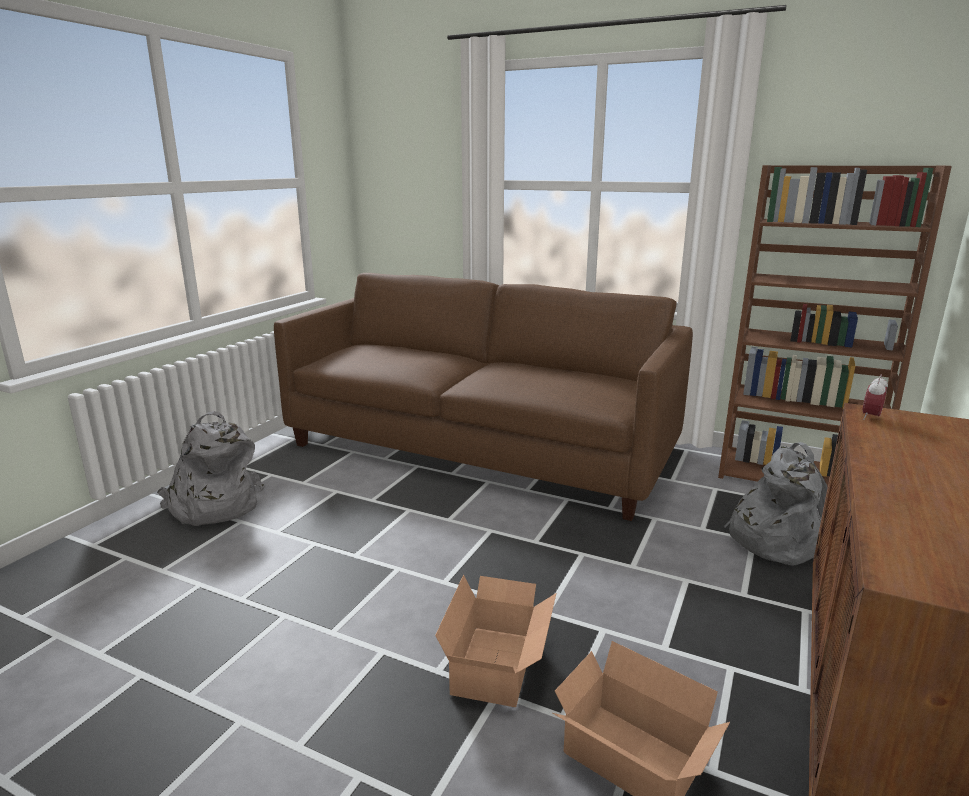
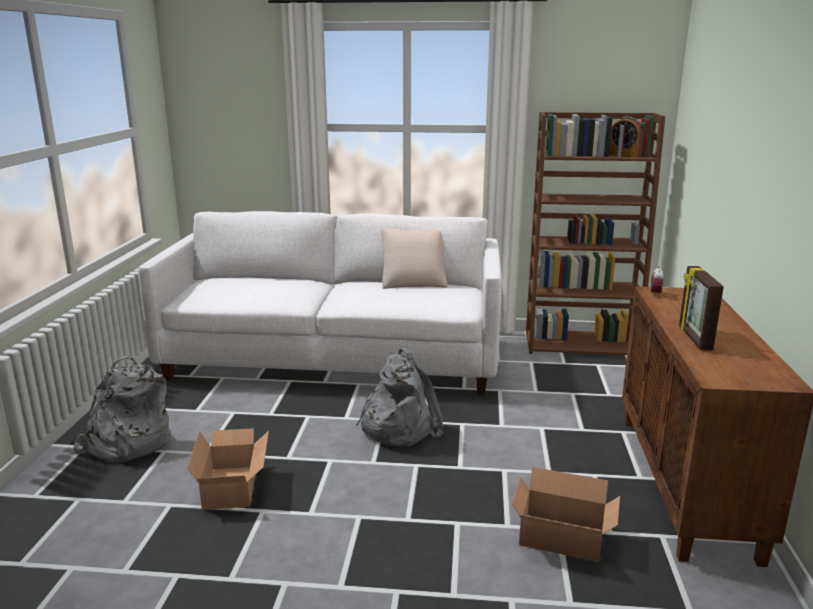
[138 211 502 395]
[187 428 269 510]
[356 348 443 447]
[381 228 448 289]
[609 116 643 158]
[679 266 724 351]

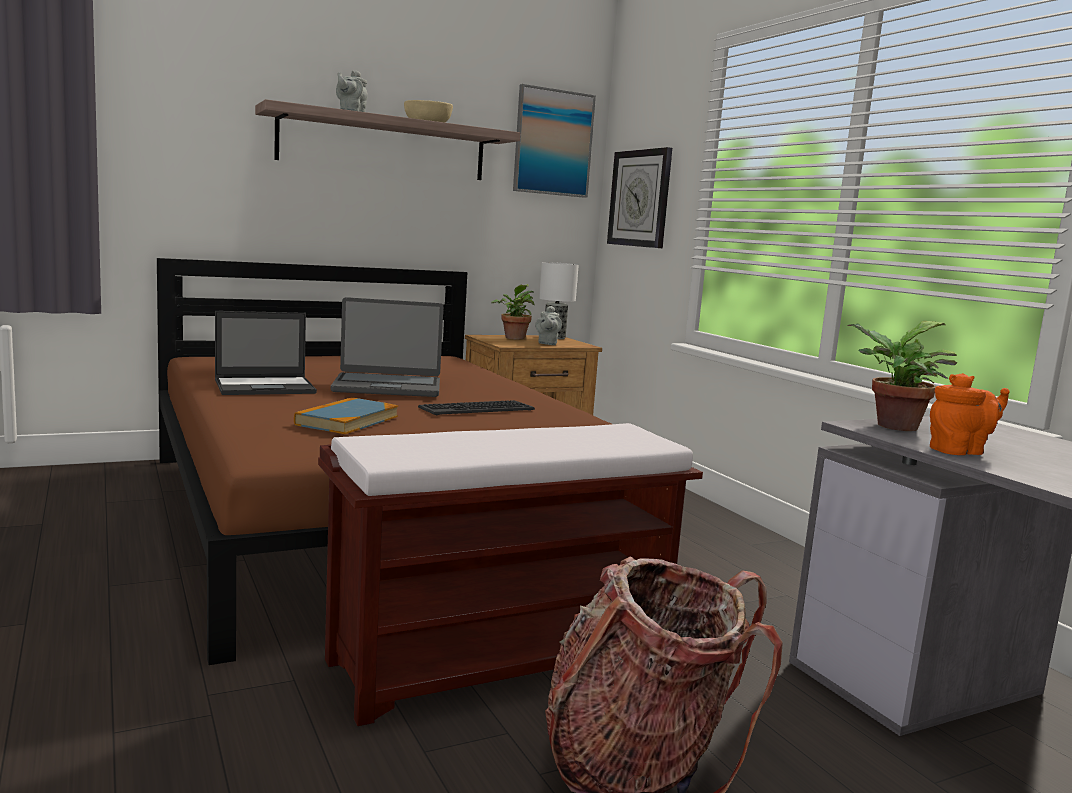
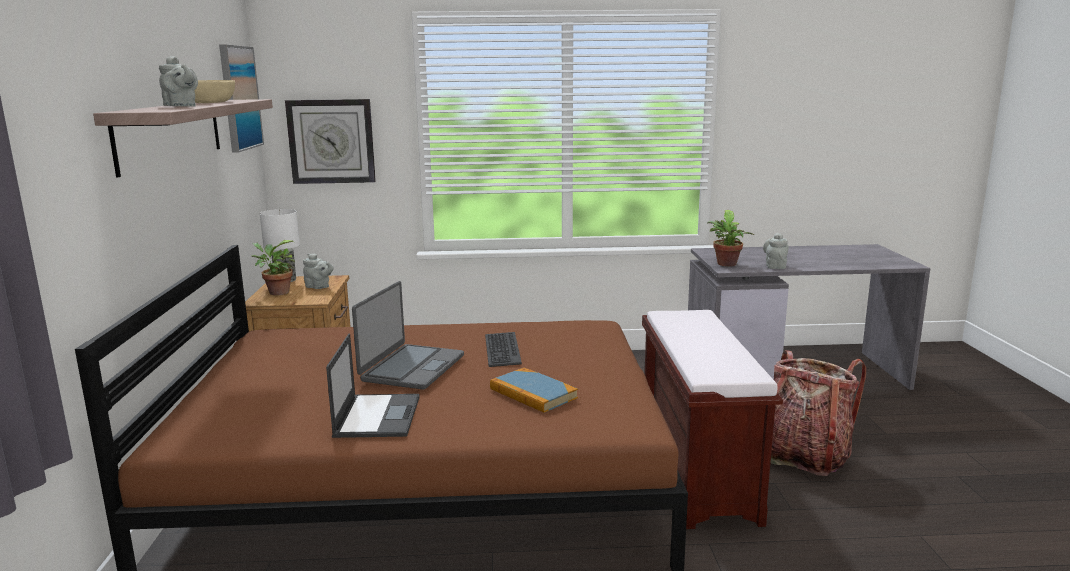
[763 233 789 269]

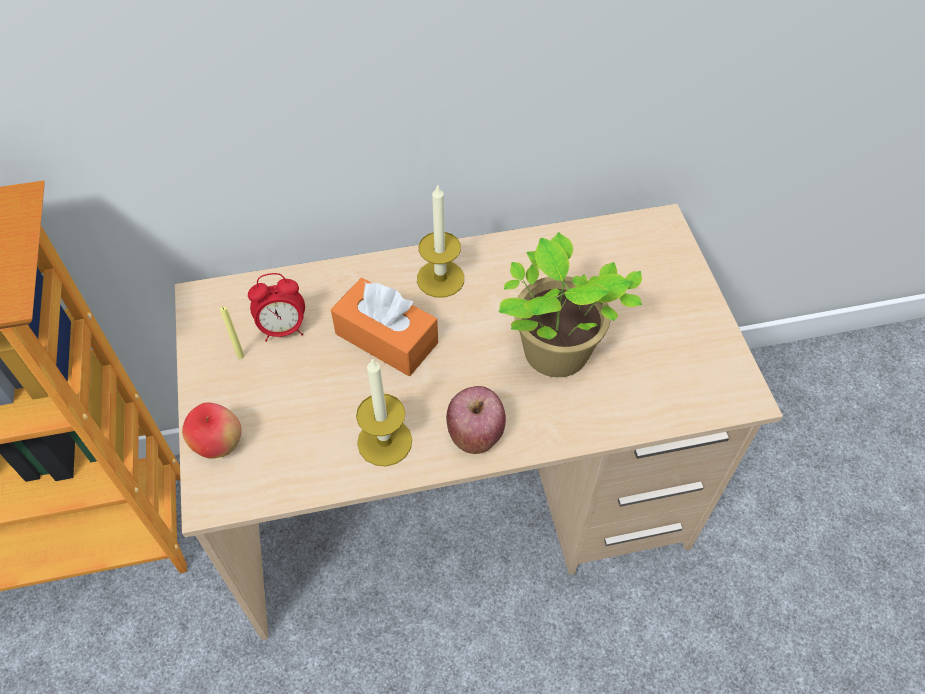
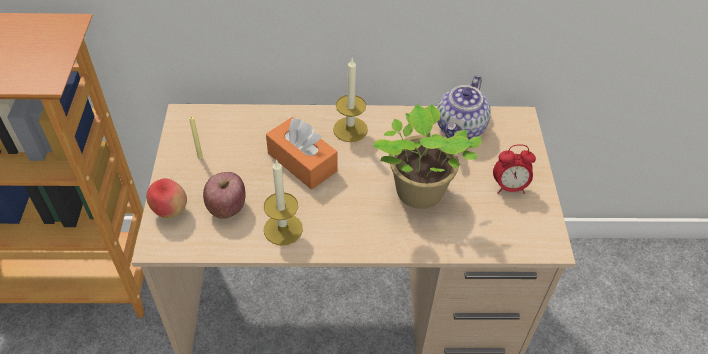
[493 144 536 194]
[203 172 245 219]
[437 75 491 139]

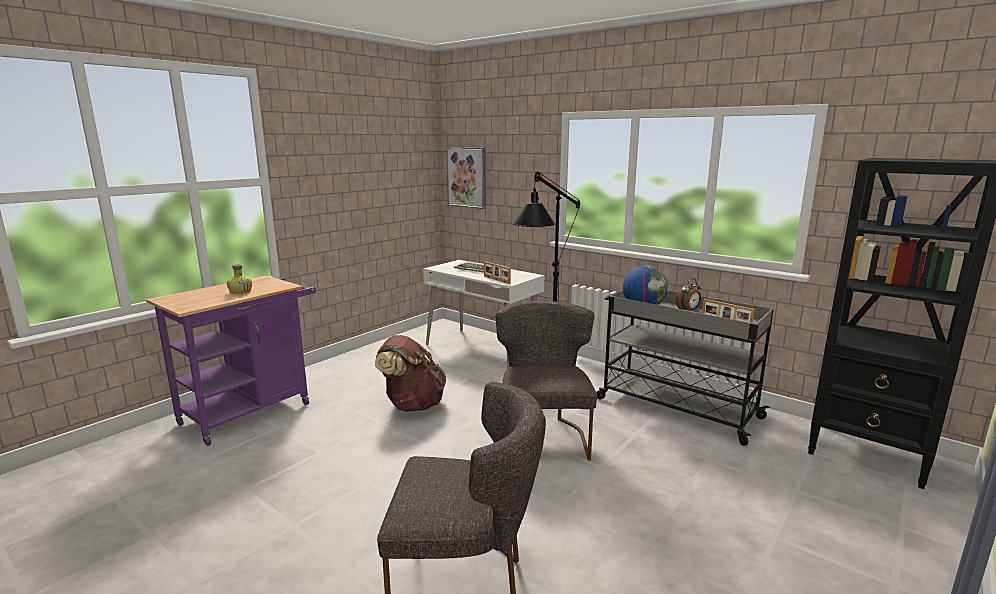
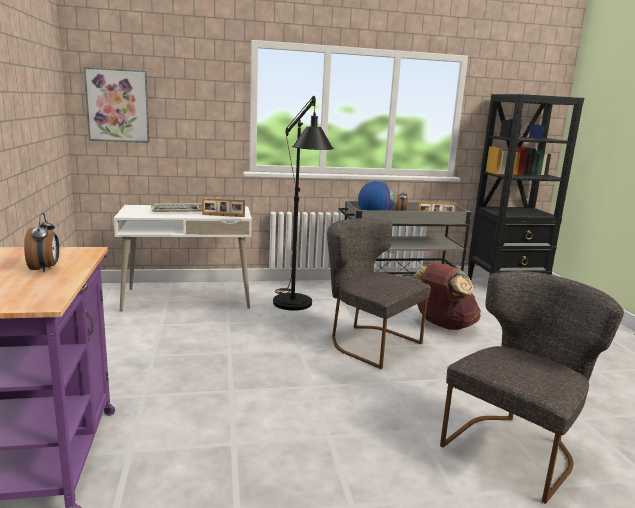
[24 213 59 272]
[412 262 481 330]

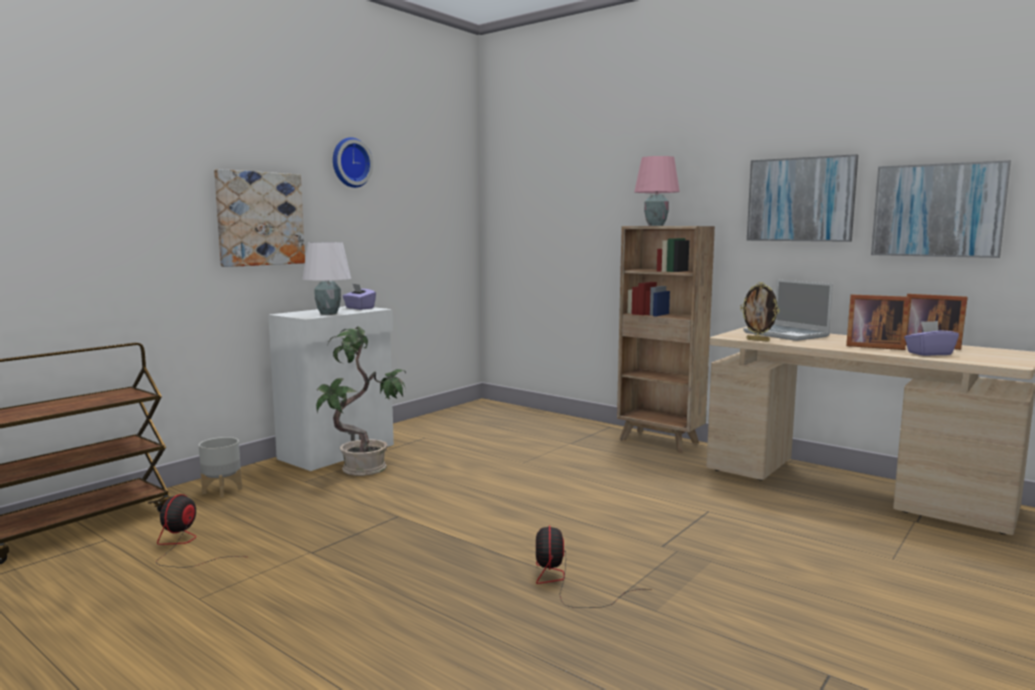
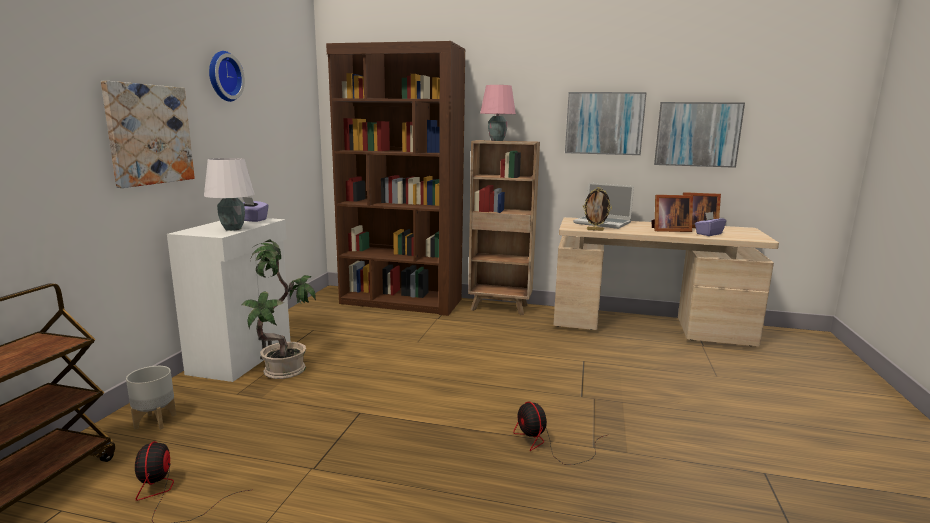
[326 41 465 316]

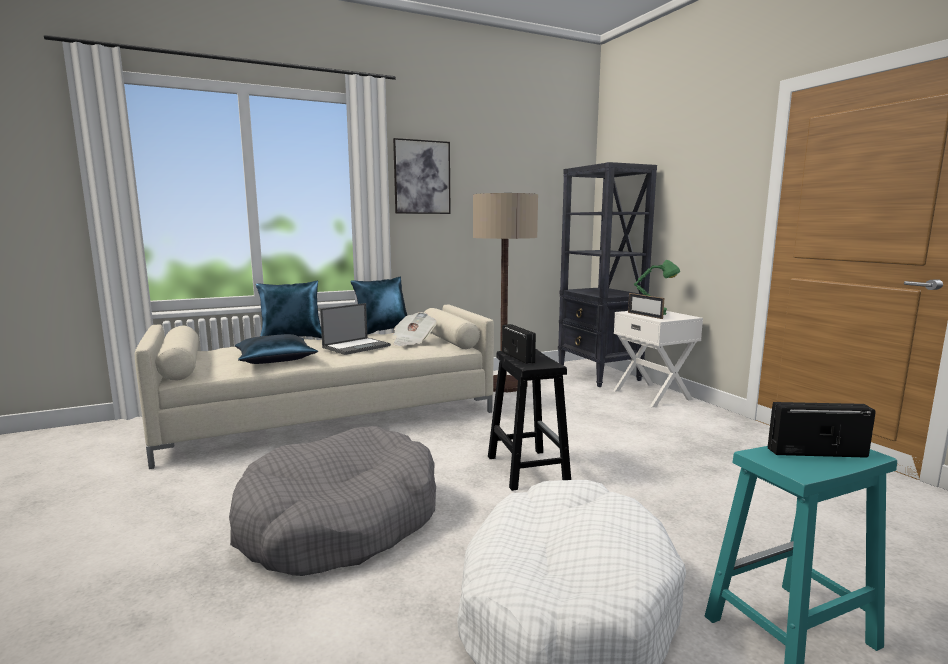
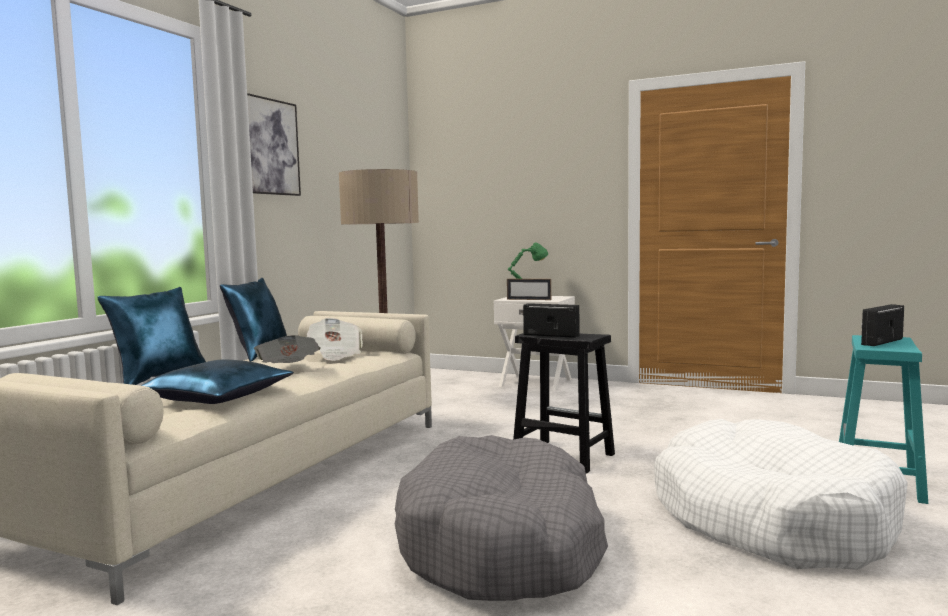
[253 335 321 363]
[558 162 657 387] (first image)

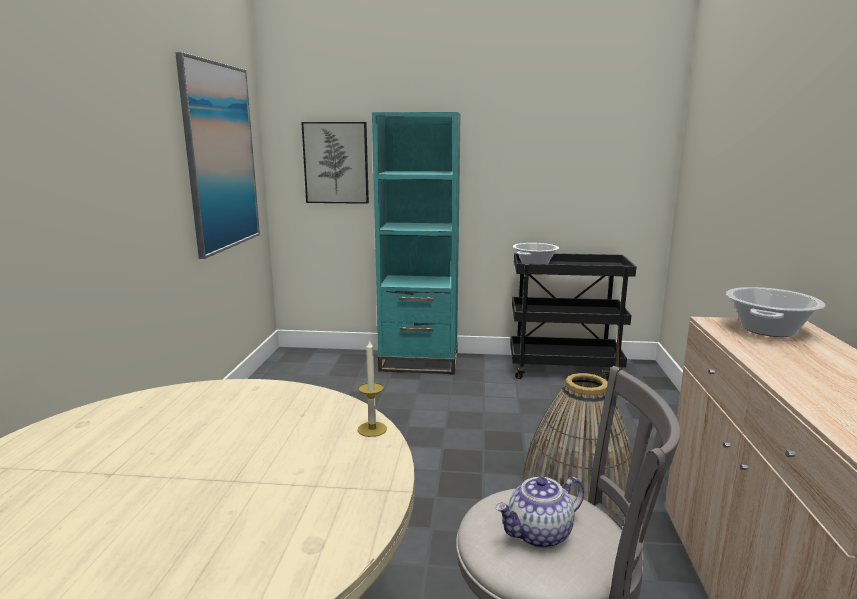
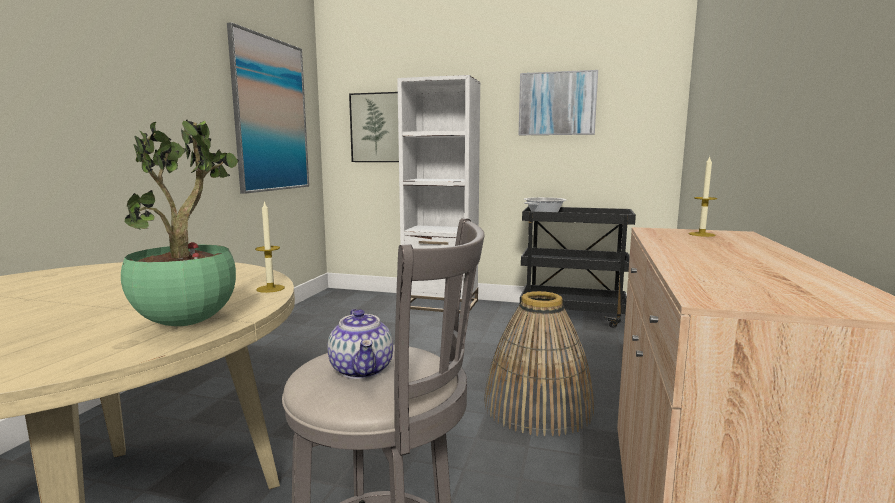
[397 75 481 313]
[327 309 393 379]
[689 157 717 237]
[121 120 239 326]
[519 70 598 135]

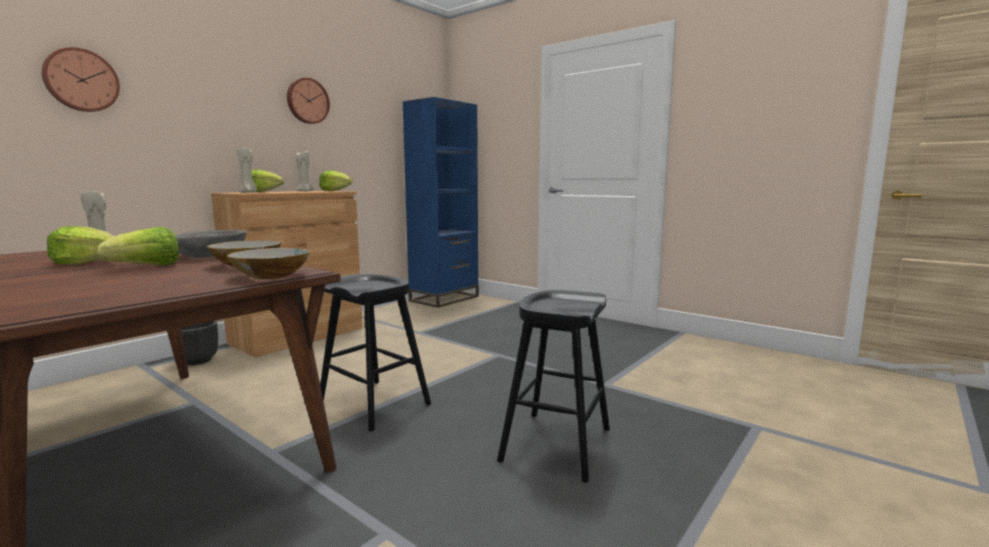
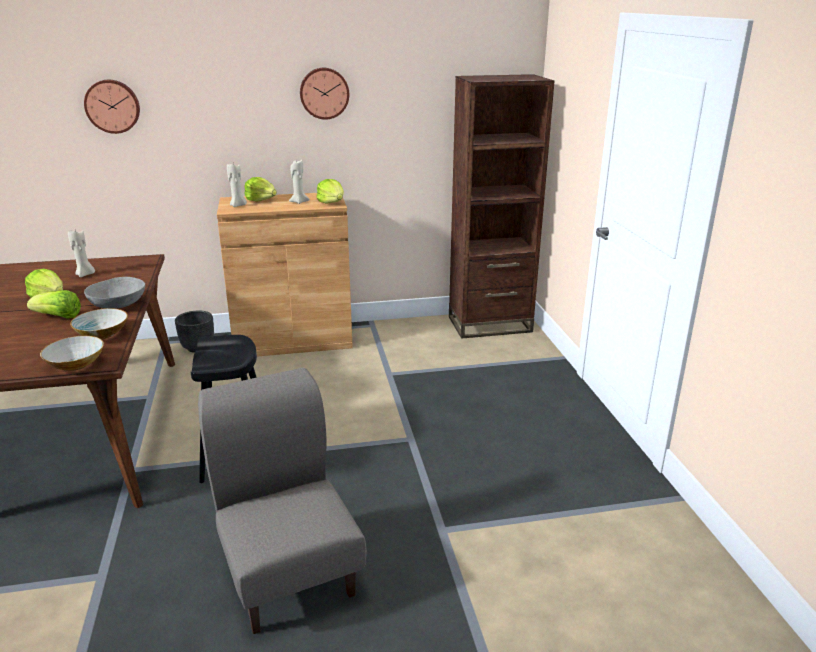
[449 74 555 339]
[198 368 367 634]

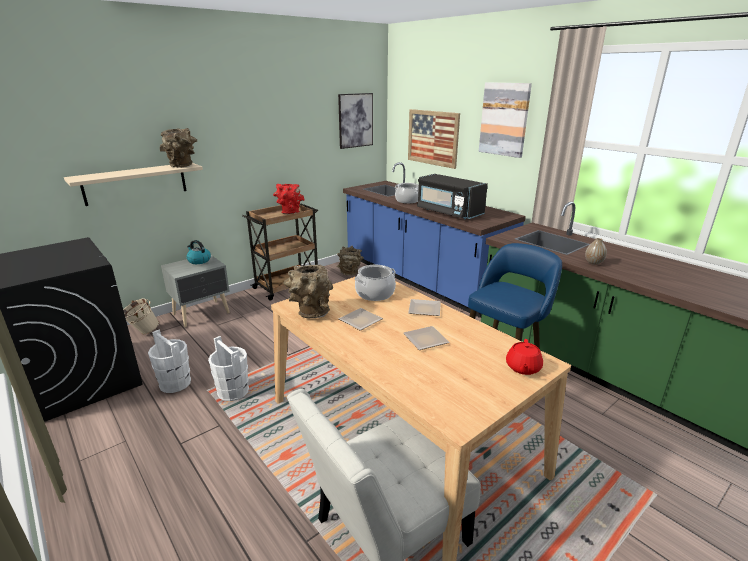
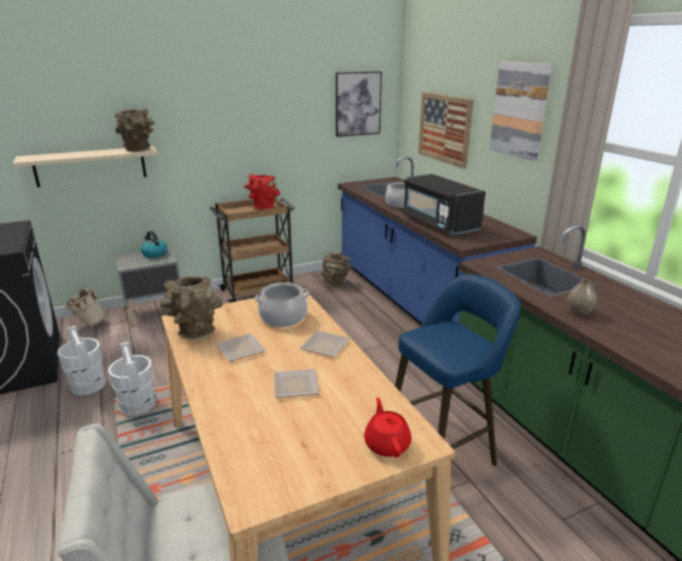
[364 397 411 457]

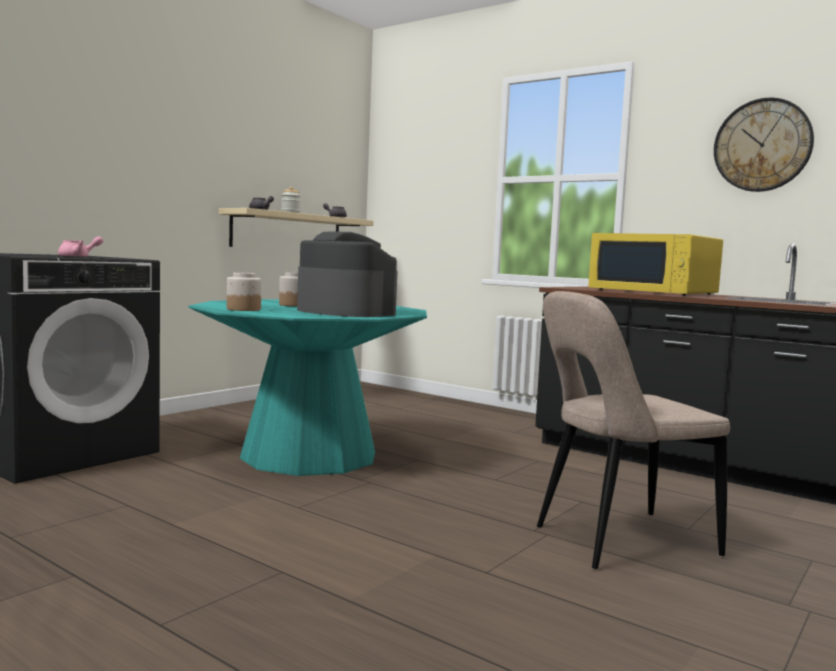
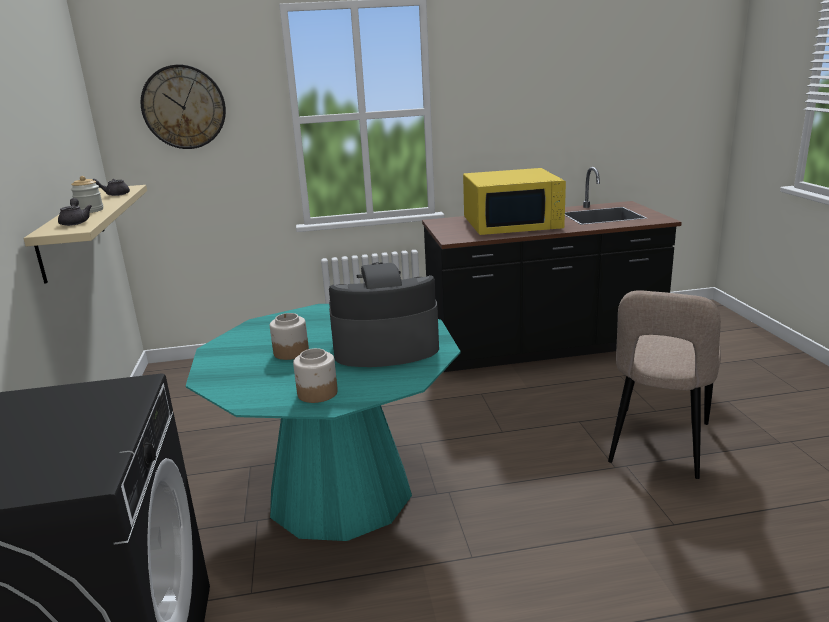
[58 236 103 258] (first image)
[140 65 226 149]

